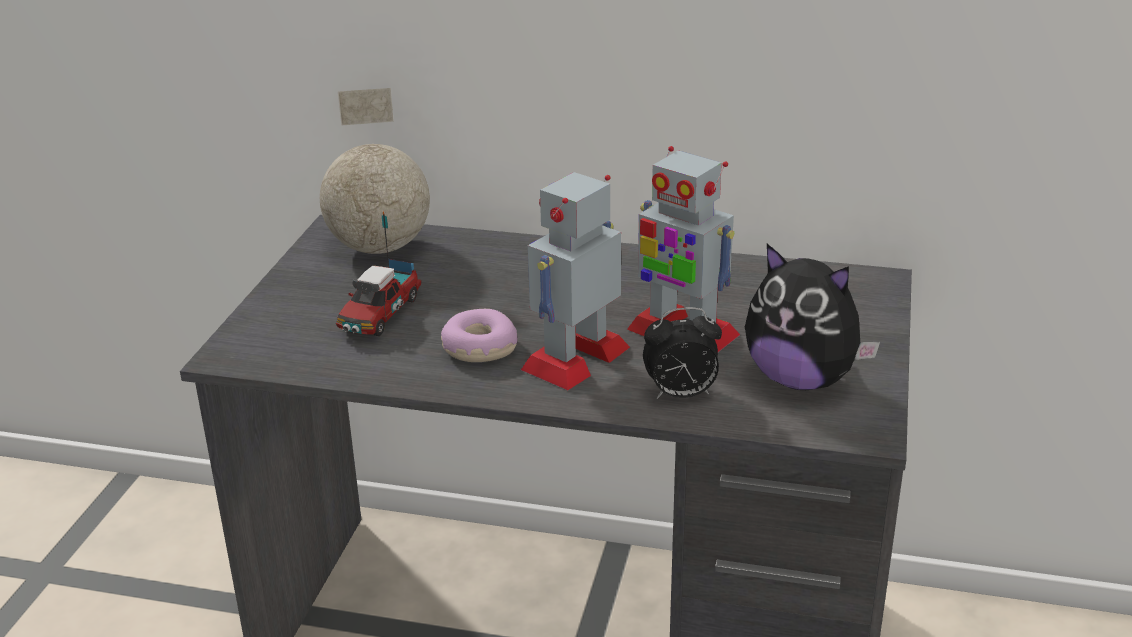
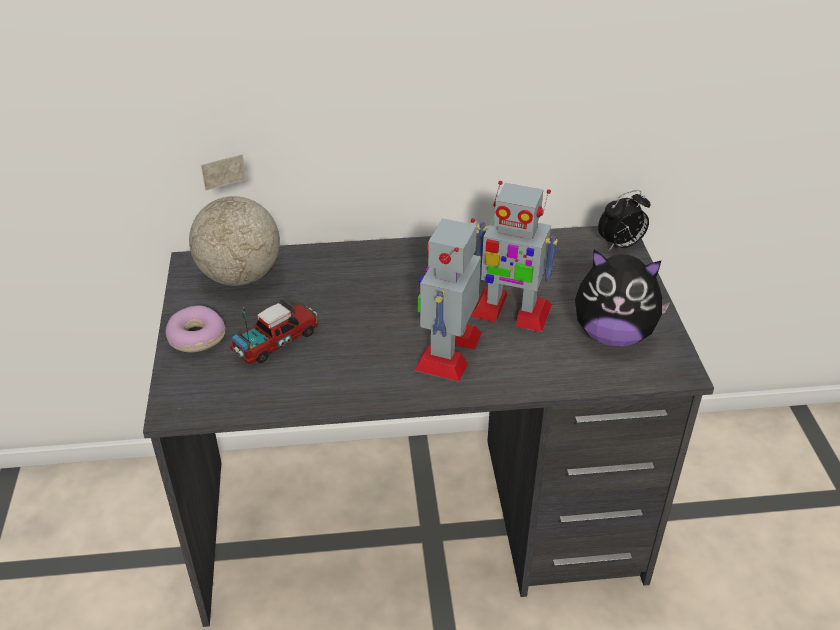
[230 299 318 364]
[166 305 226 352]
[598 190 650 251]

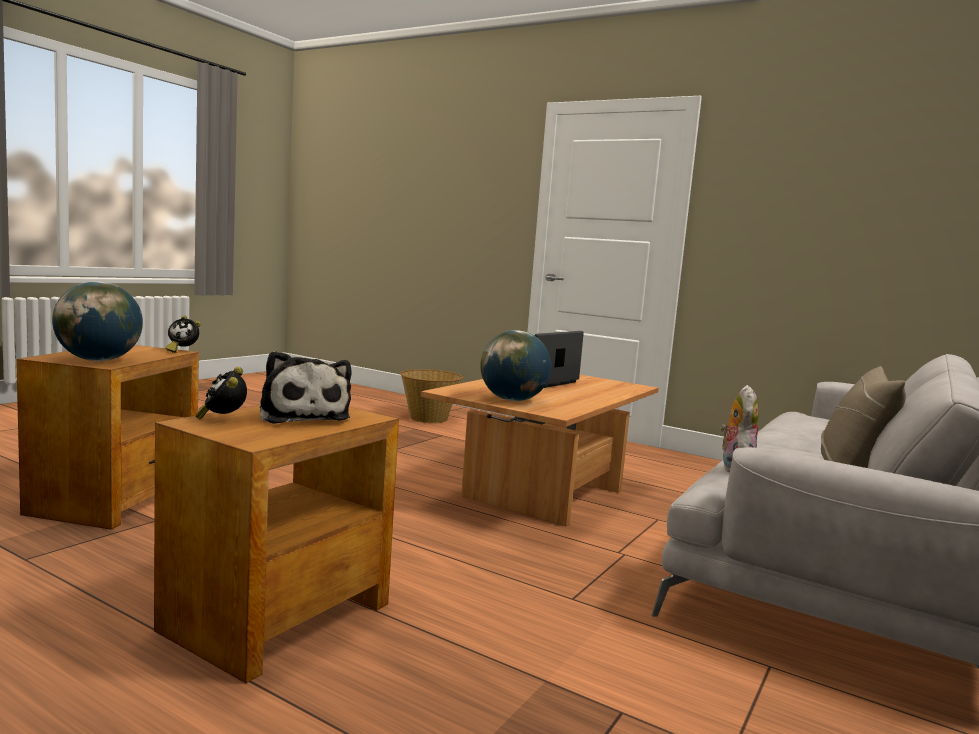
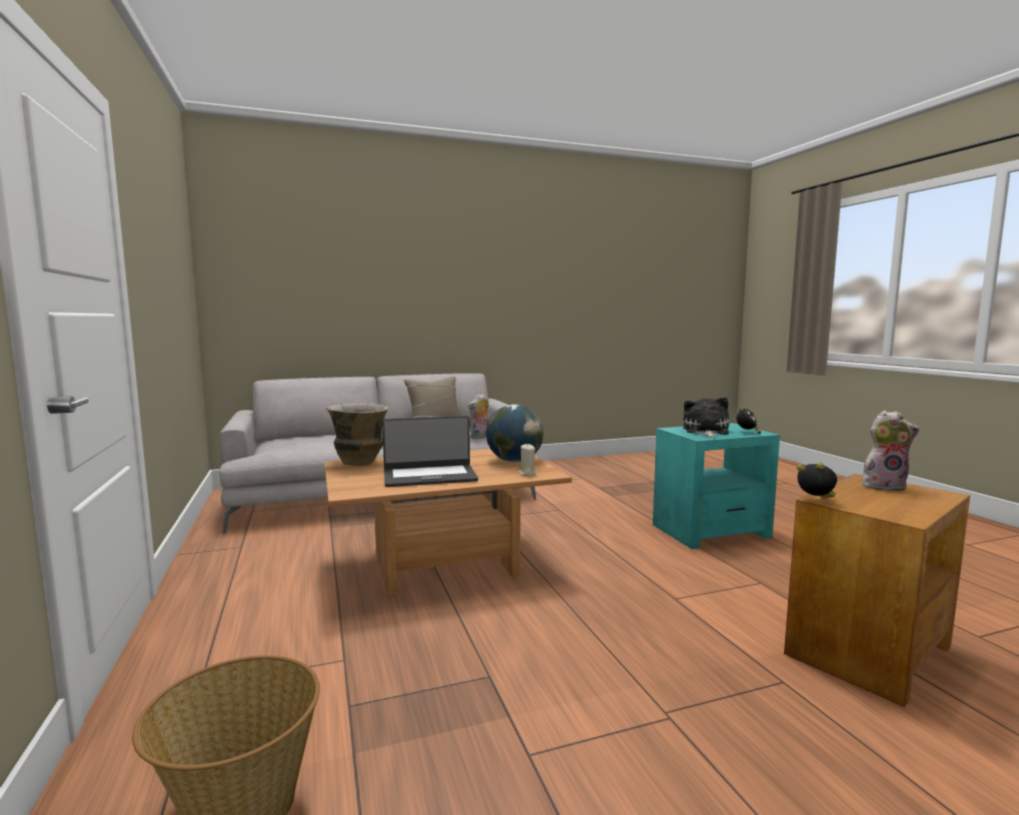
[862 410 919 491]
[653 423 780 549]
[326 403 389 466]
[518 444 537 476]

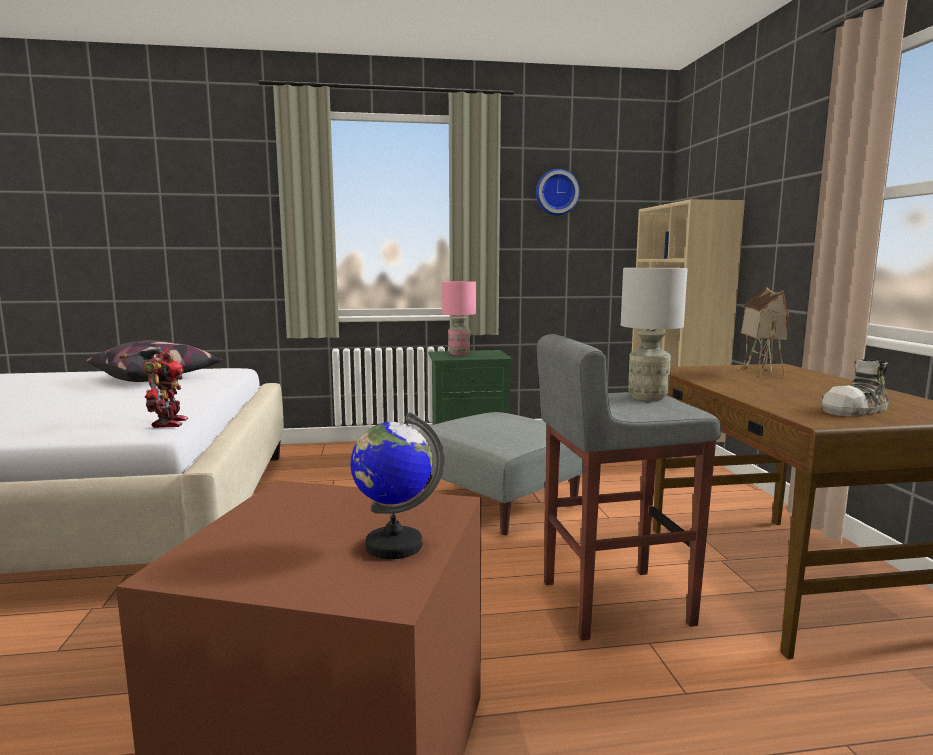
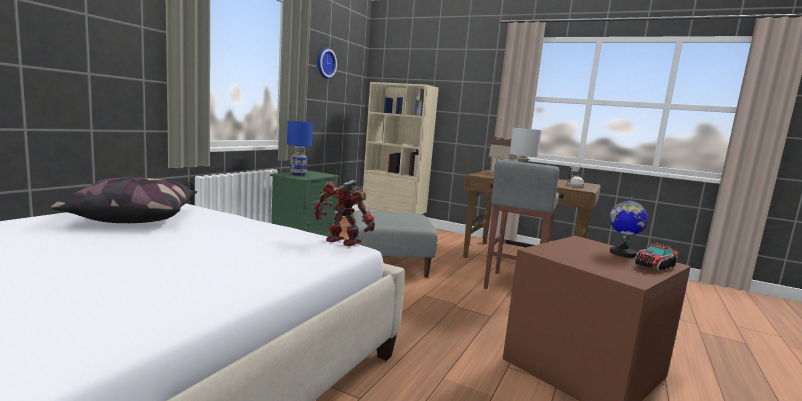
[287 121 313 175]
[634 243 680 271]

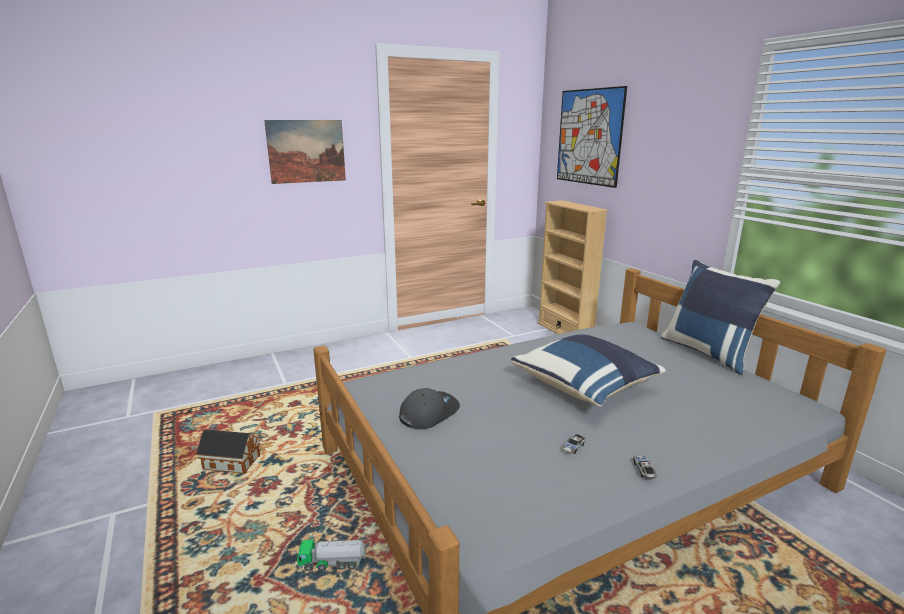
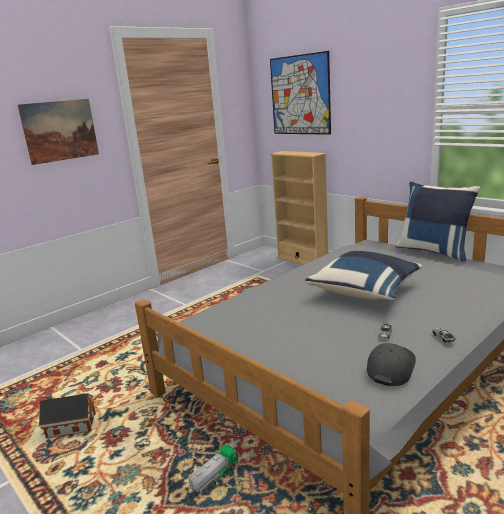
[189 445 239 495]
[367 343 416 386]

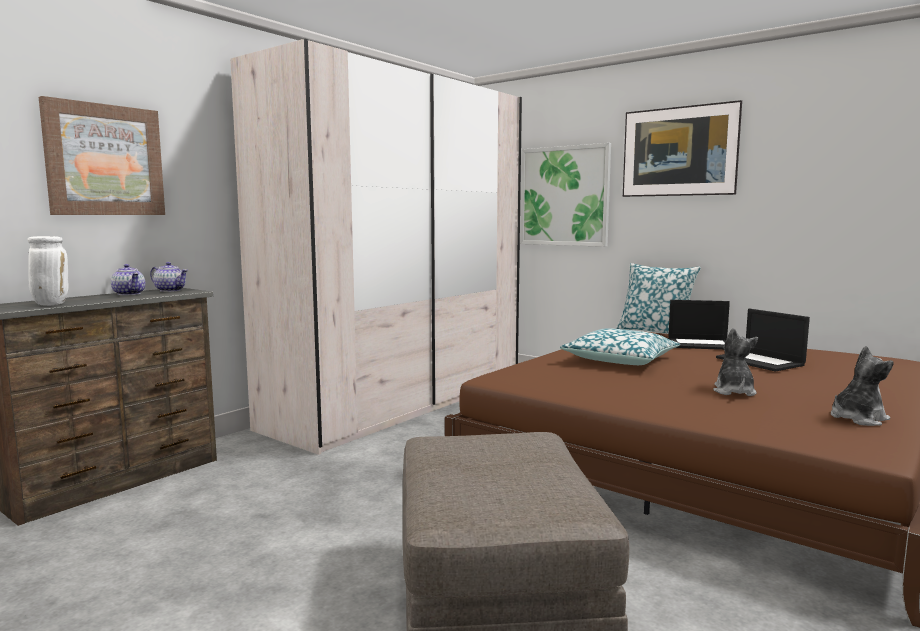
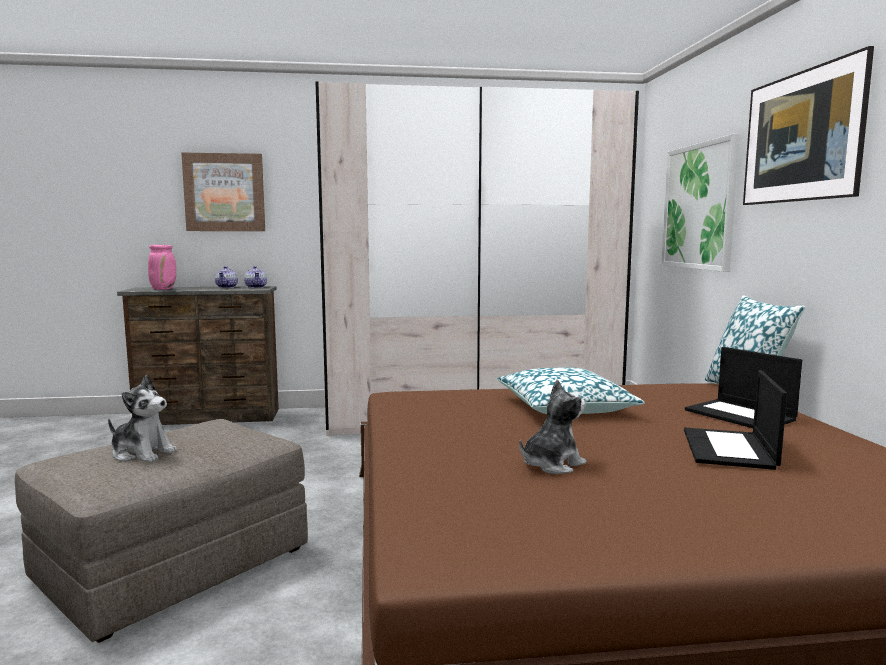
[148 245 176 290]
[108 375 177 462]

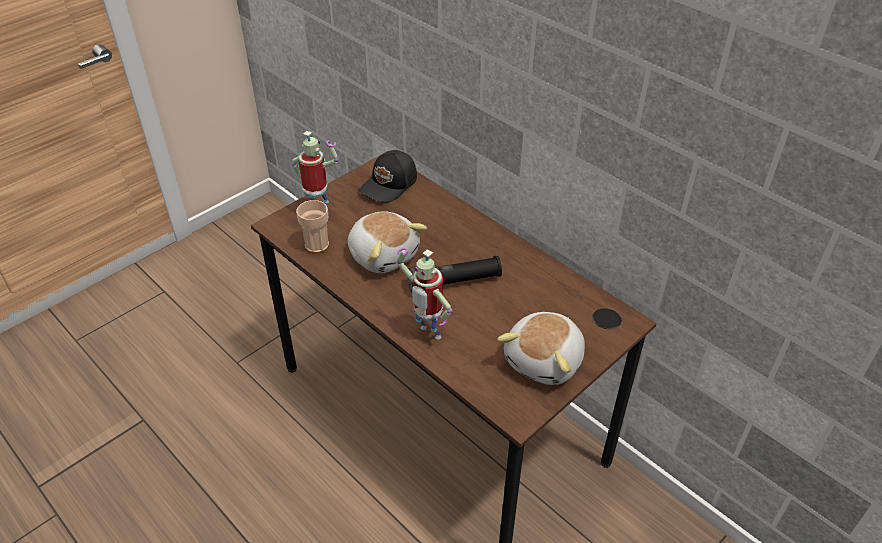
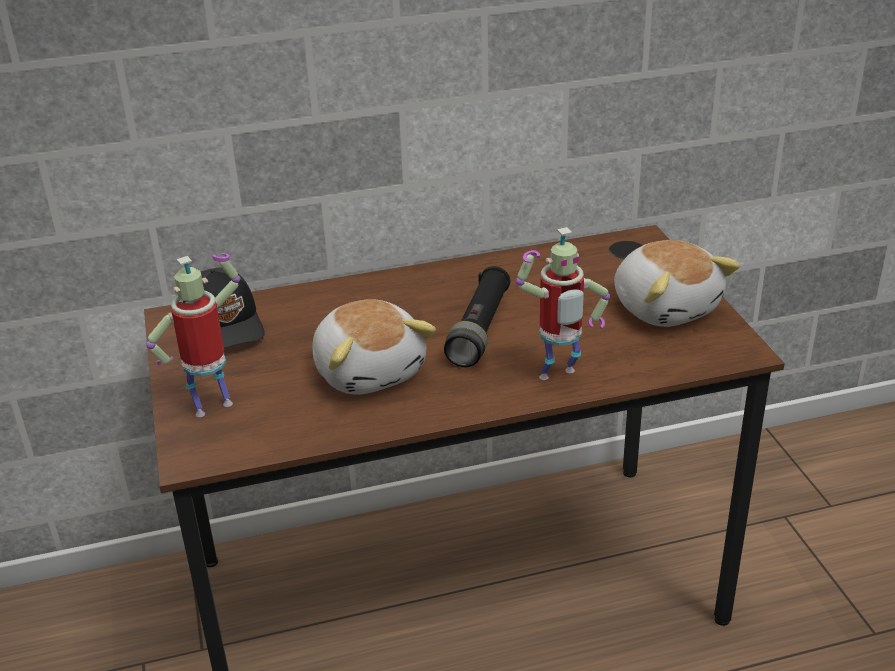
[296 200 329 254] (first image)
[312 299 436 395]

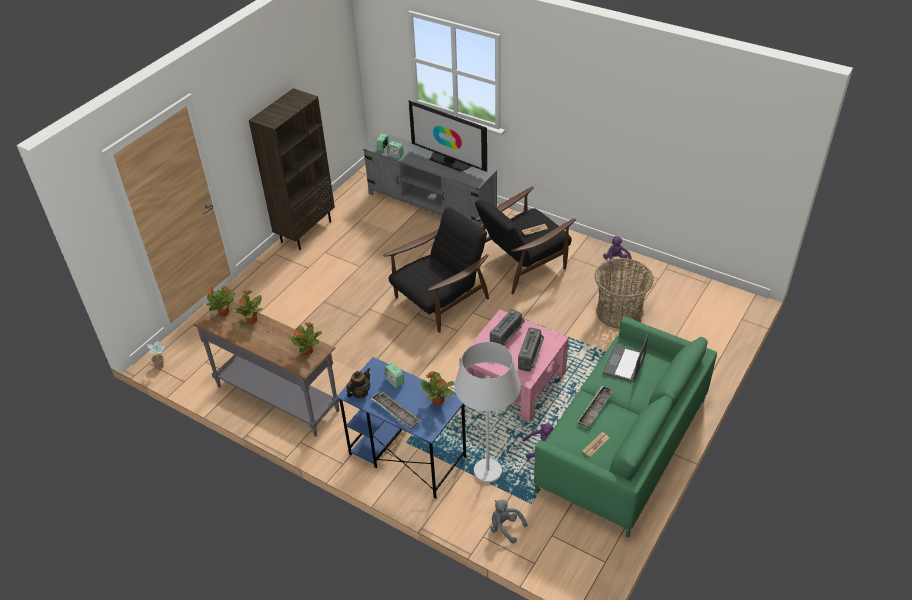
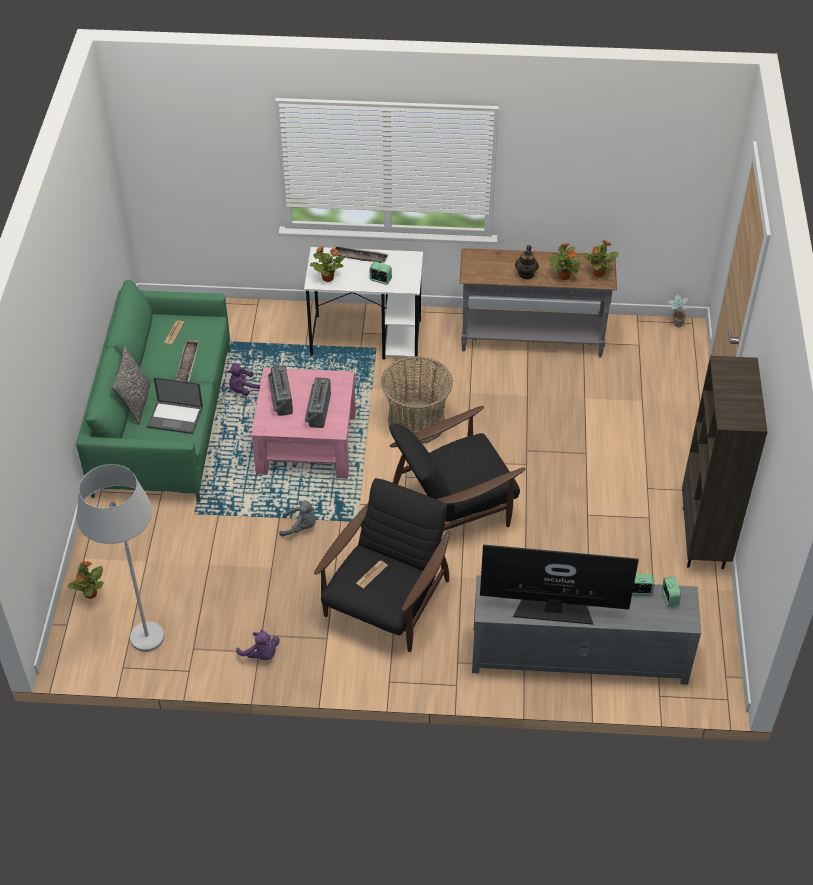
[68 561 104 599]
[304 247 423 360]
[515 245 539 279]
[389 406 525 531]
[76 464 164 652]
[279 500 316 537]
[381 356 453 444]
[147 377 203 434]
[113 346 151 425]

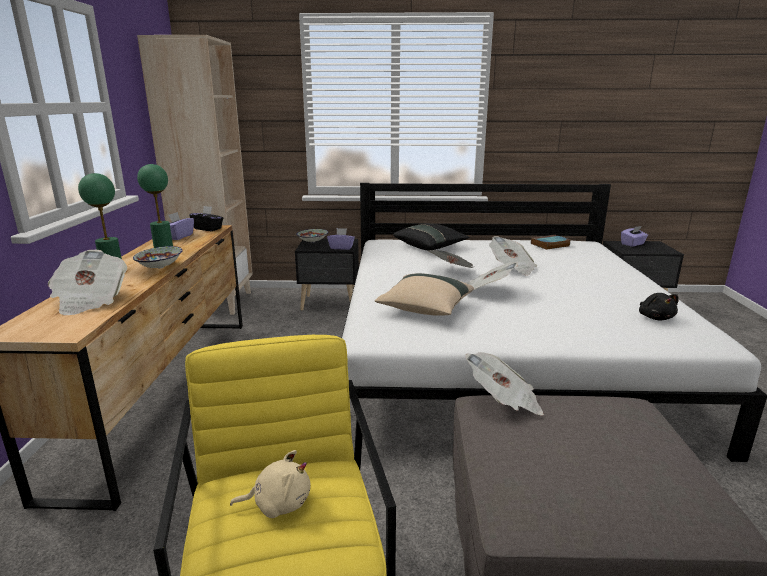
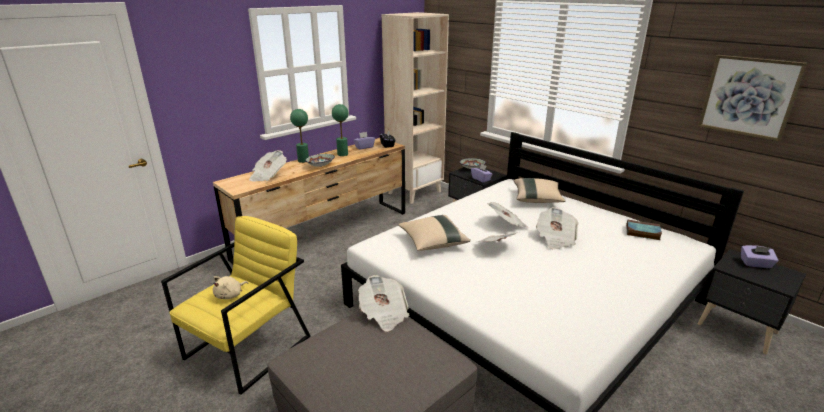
[213 276 248 299]
[514 178 565 203]
[639 293 678 320] (first image)
[698 55 807 142]

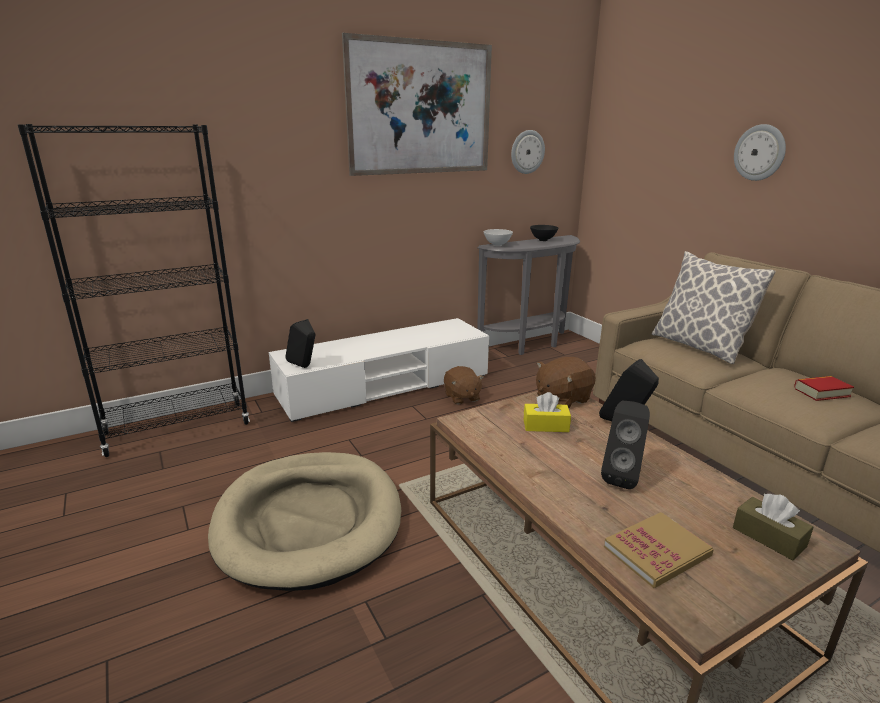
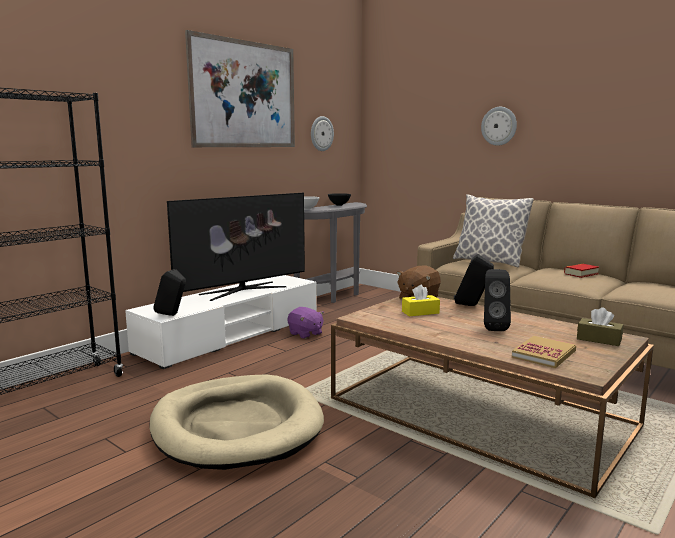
[287 307 324 339]
[167 193 305 301]

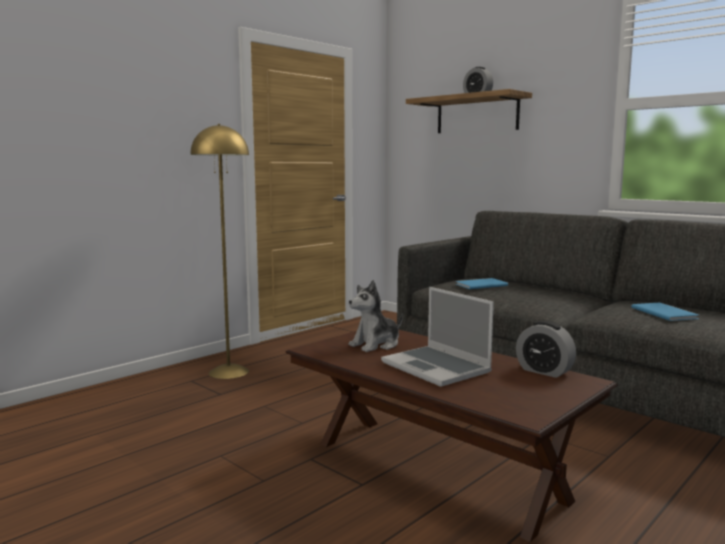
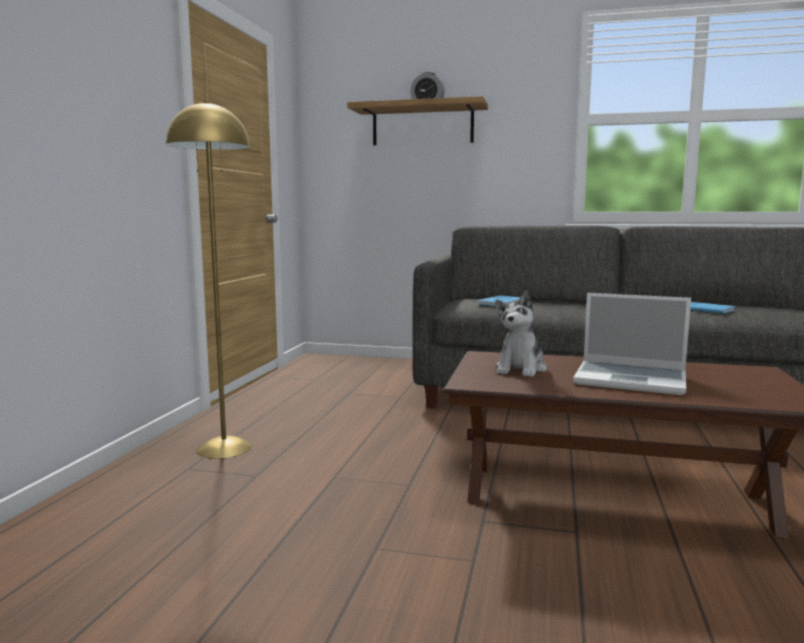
[516 321 576 378] (first image)

